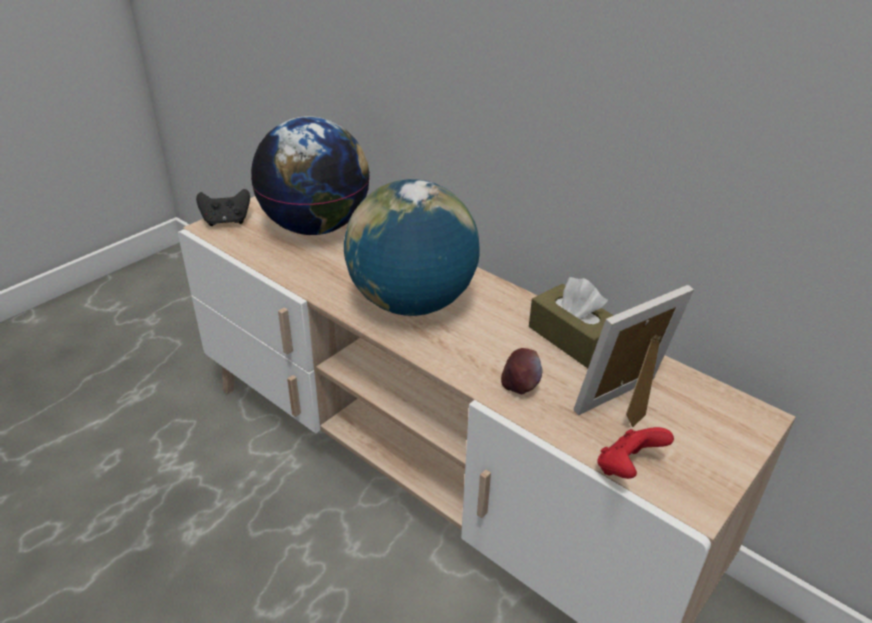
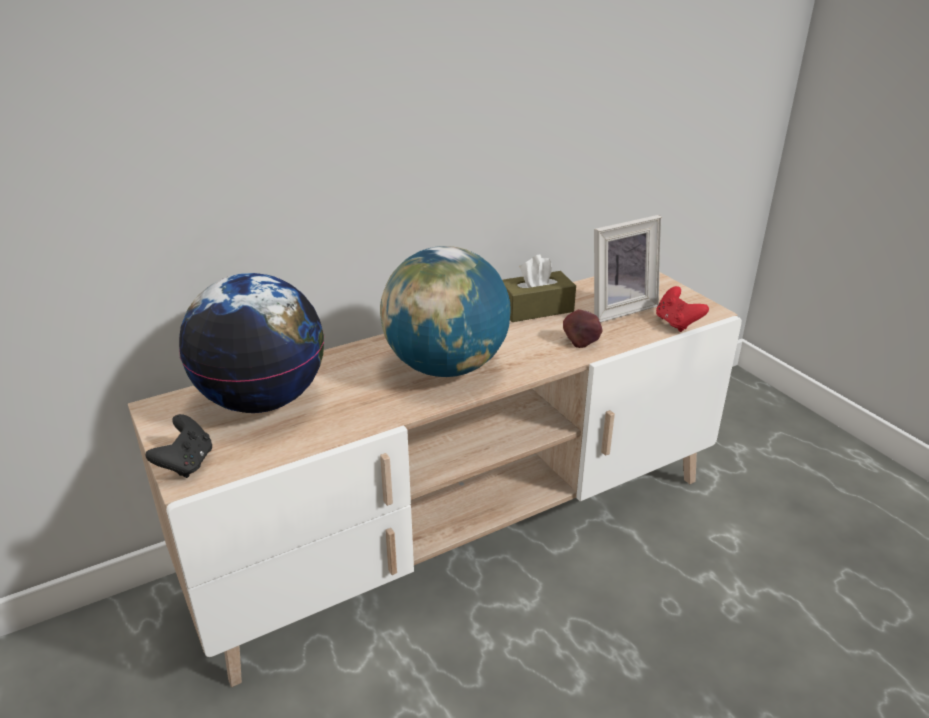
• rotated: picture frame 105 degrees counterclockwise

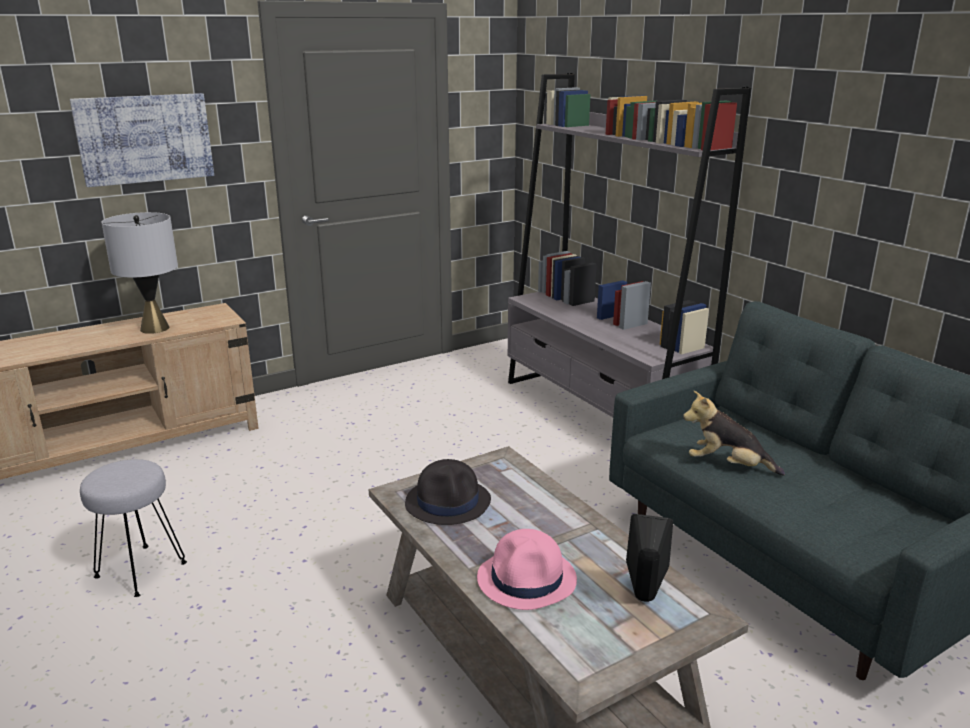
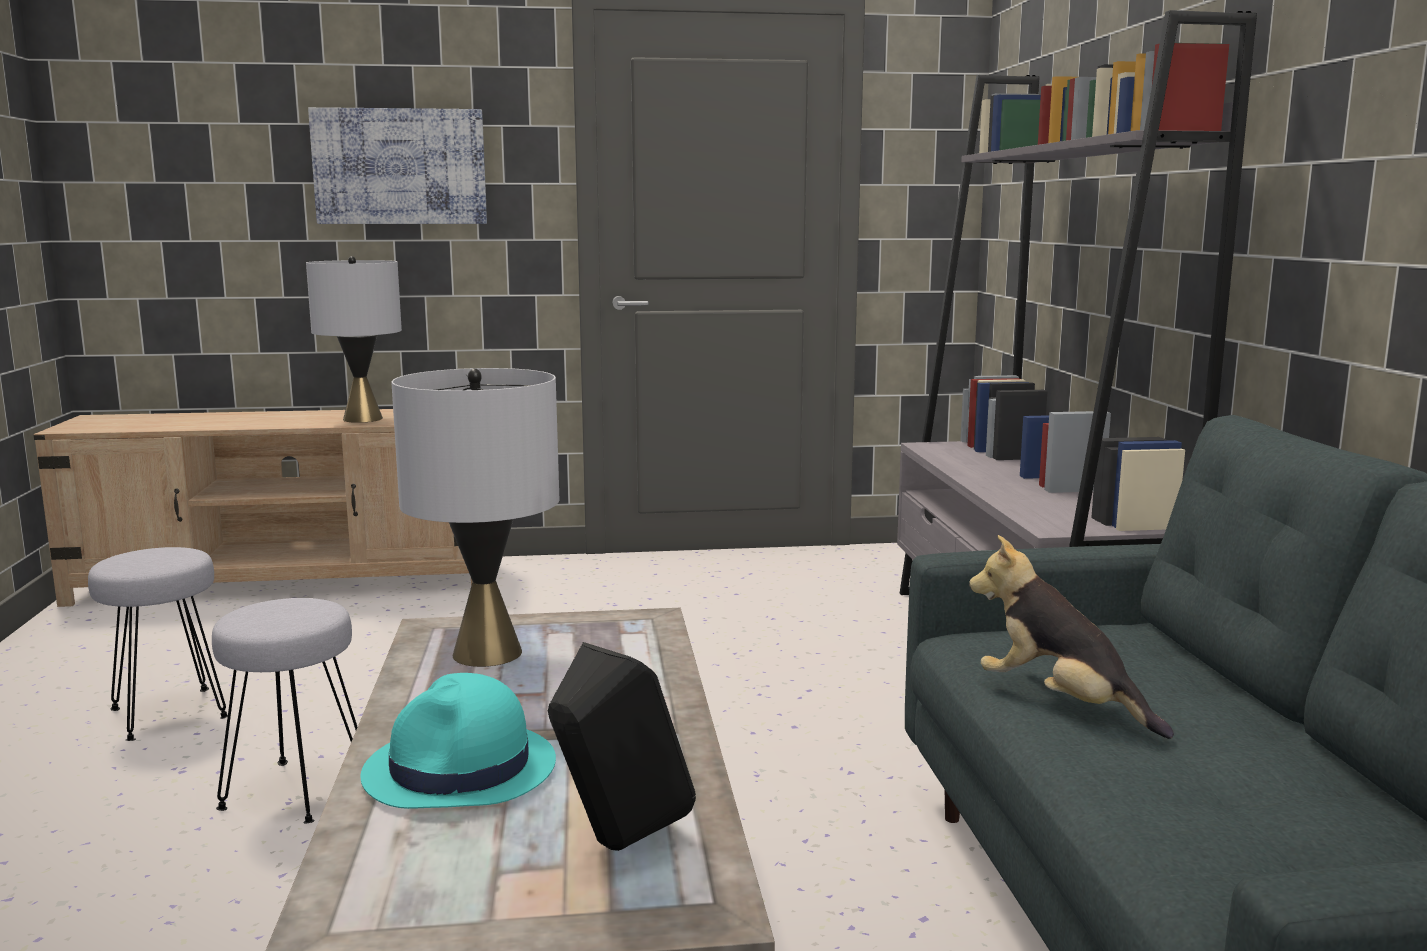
• swapped: black hat to grey table lamp (no. 2 from left)
• repainted: pink hat to turquoise hat
• new: grey stool (no. 2 from left)

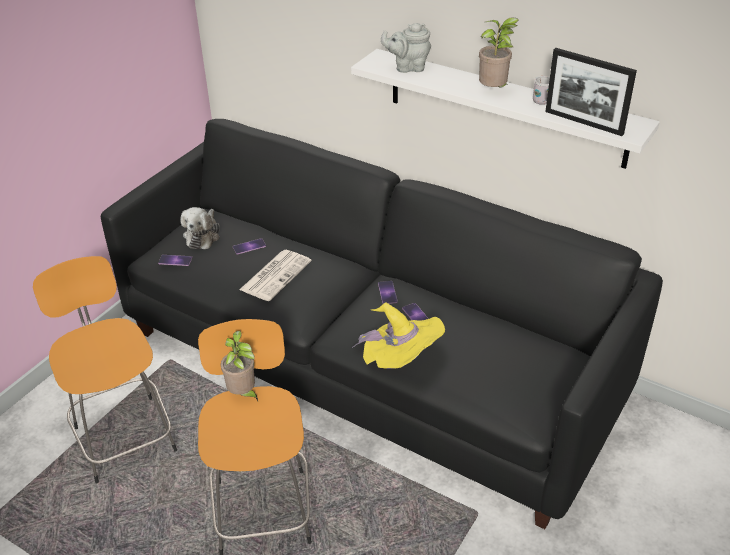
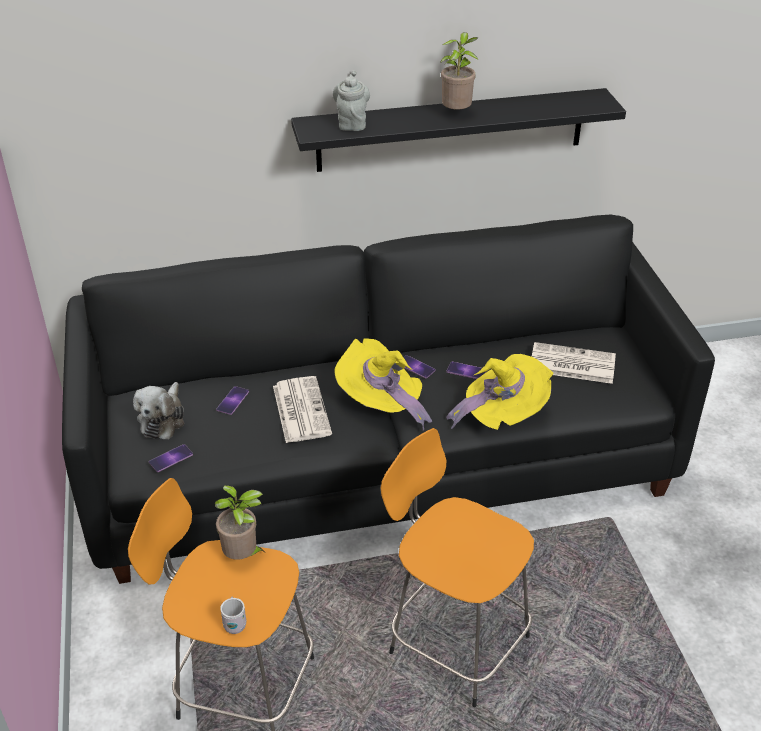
• rotated: plush toy 45 degrees clockwise
• shifted: potted plant (no. 1 from left)
• repainted: white shelf to black shelf
• rotated: grey teapot 135 degrees clockwise
• shifted: white mug
• gone: picture frame
• new: yellow hat (no. 1 from left)
• new: newspaper (no. 2 from left)

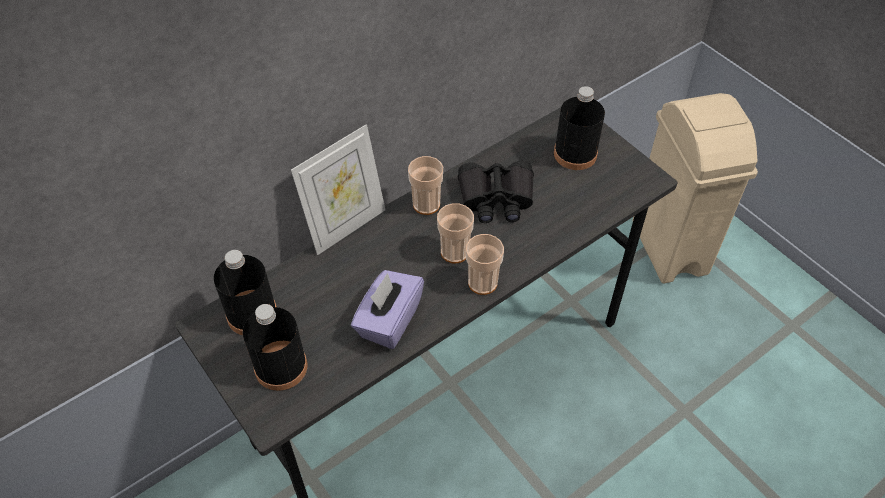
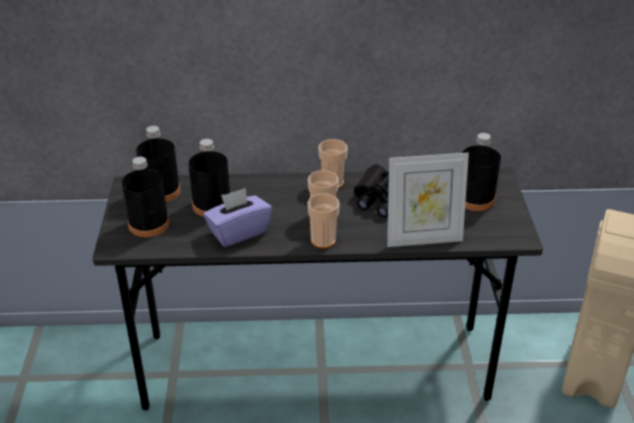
• shifted: picture frame
• new: black bottle (no. 3 from left)

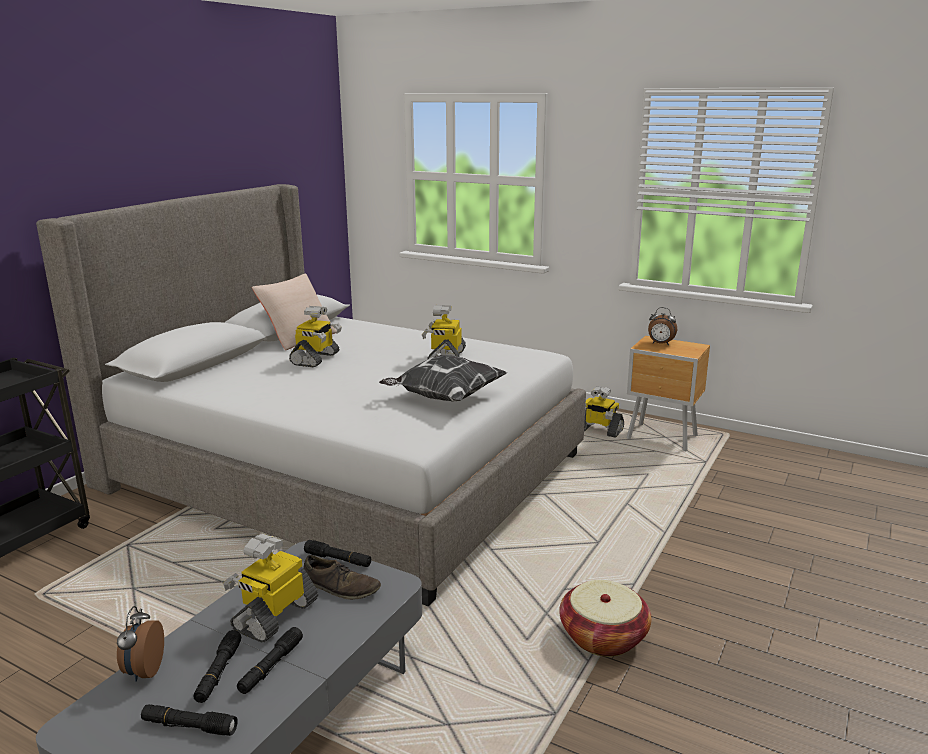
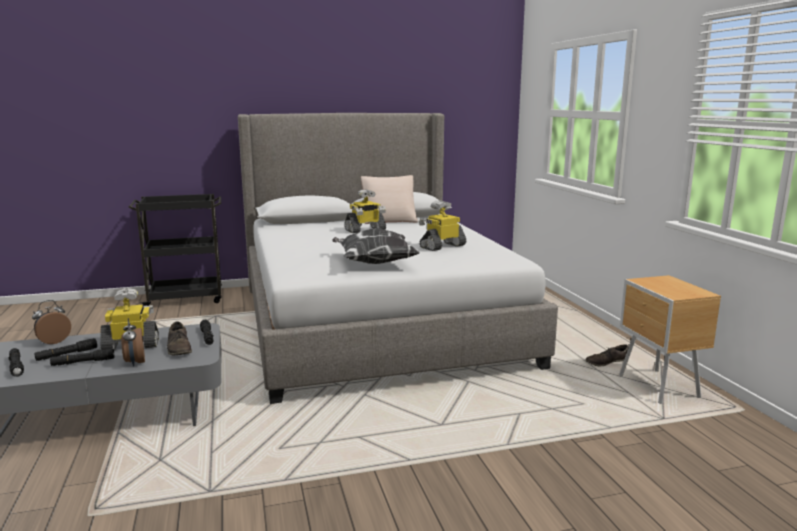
• gone: basket
• swapped: toy robot (no. 4 from left) to brown shoe (no. 2 from left)
• shifted: alarm clock (no. 2 from left)

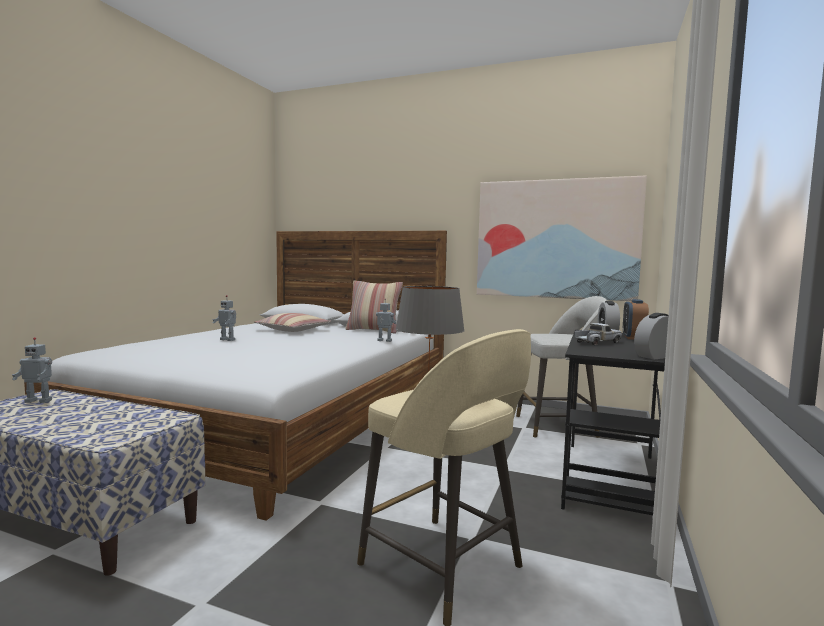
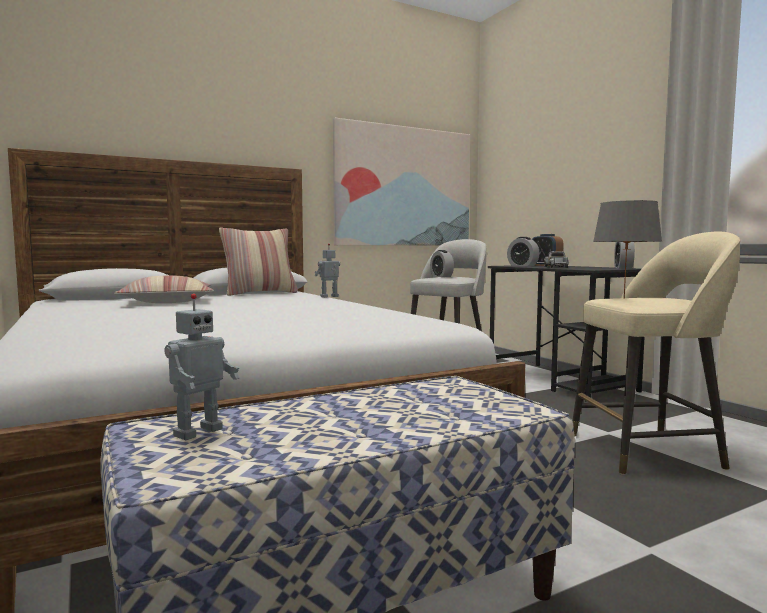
• gone: toy robot (no. 2 from left)
• new: alarm clock (no. 1 from left)

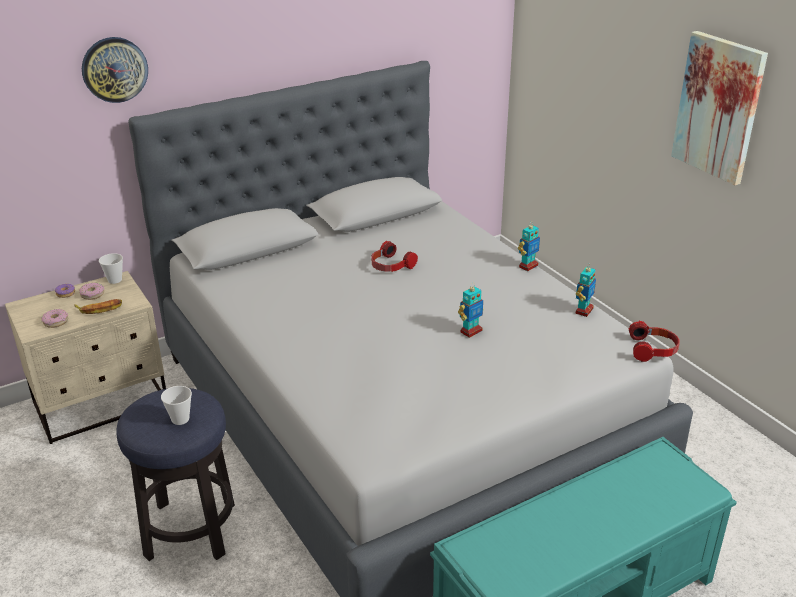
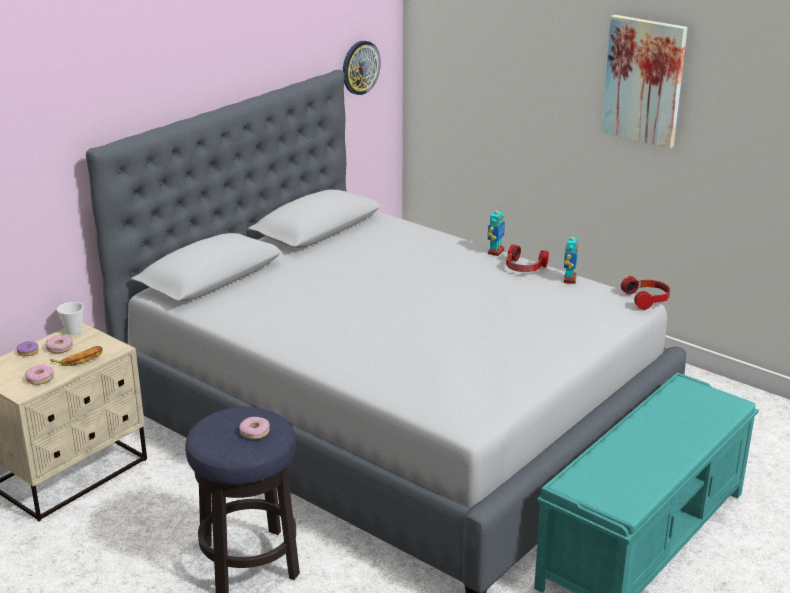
• shifted: wall clock
• swapped: cup (no. 2 from left) to donut (no. 4 from left)
• shifted: headphones (no. 1 from left)
• gone: toy robot (no. 1 from left)

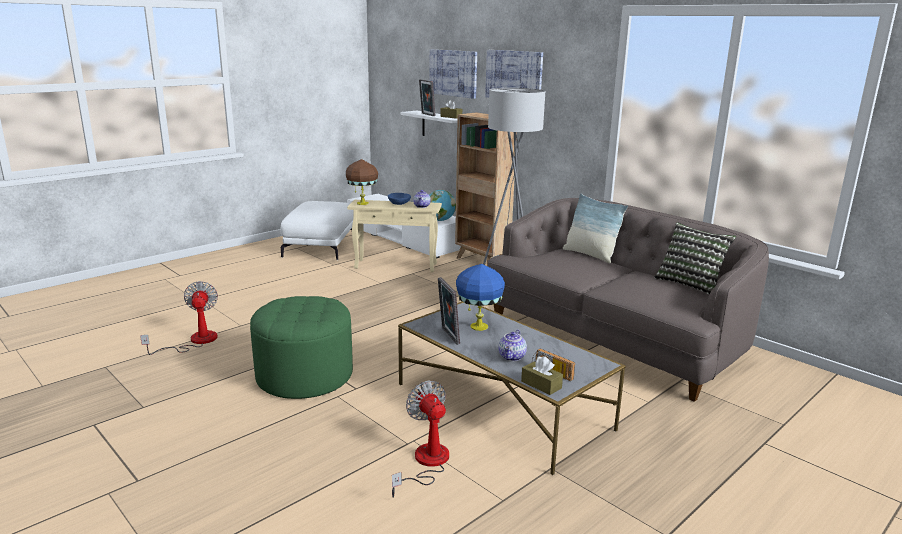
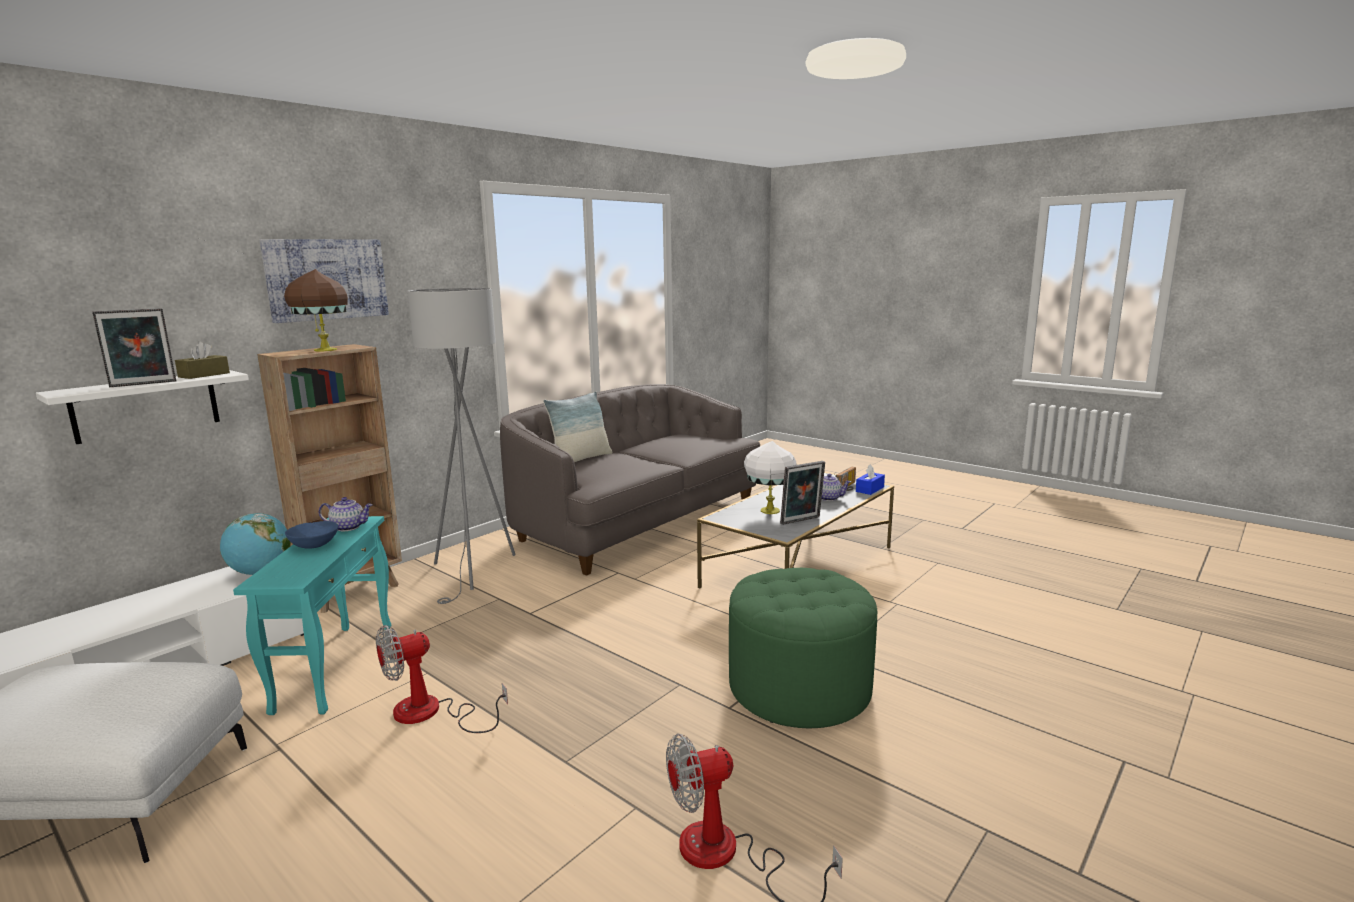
• shifted: brown table lamp
• repainted: beige side table to turquoise side table
• shifted: fan (no. 2 from left in the first image) to fan (no. 1 from left)
• gone: picture (no. 1 from left)
• repainted: blue table lamp to white table lamp
• repainted: brown tissue box (no. 2 from left) to blue tissue box
• gone: pillow (no. 2 from left)

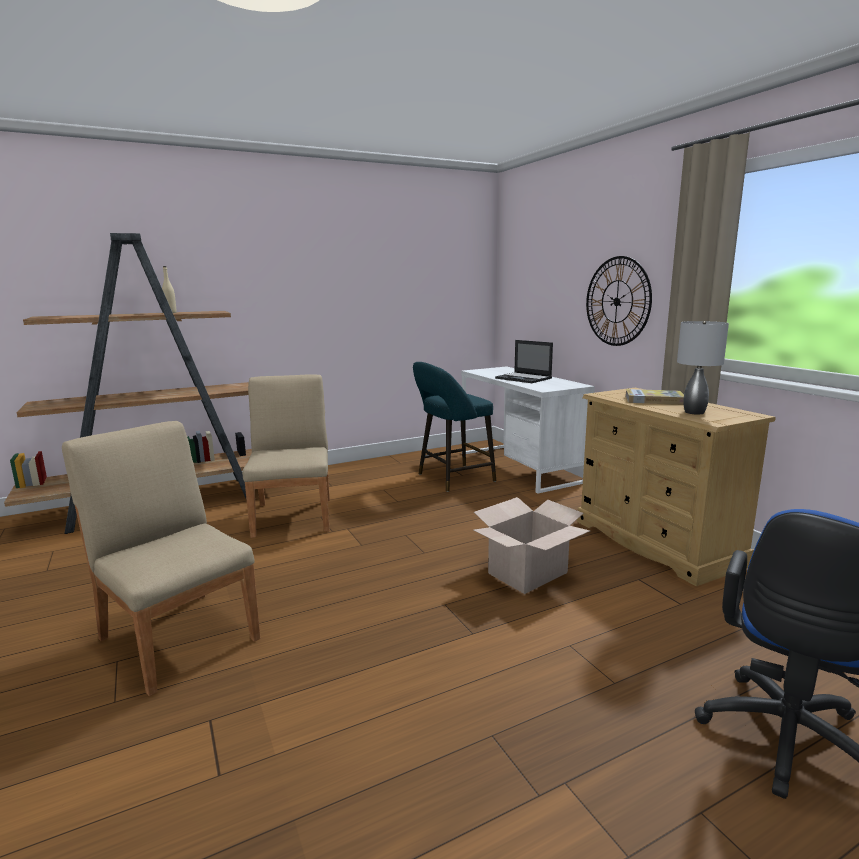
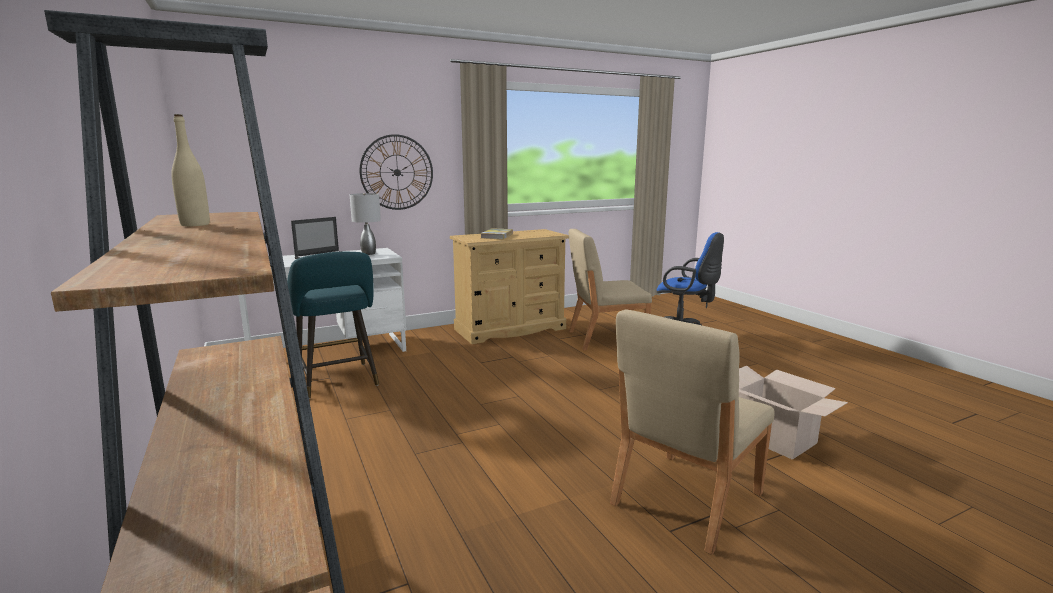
• shifted: beige chair (no. 2 from left in the first image) to beige chair (no. 1 from left)
• shifted: cardboard box
• shifted: grey table lamp

